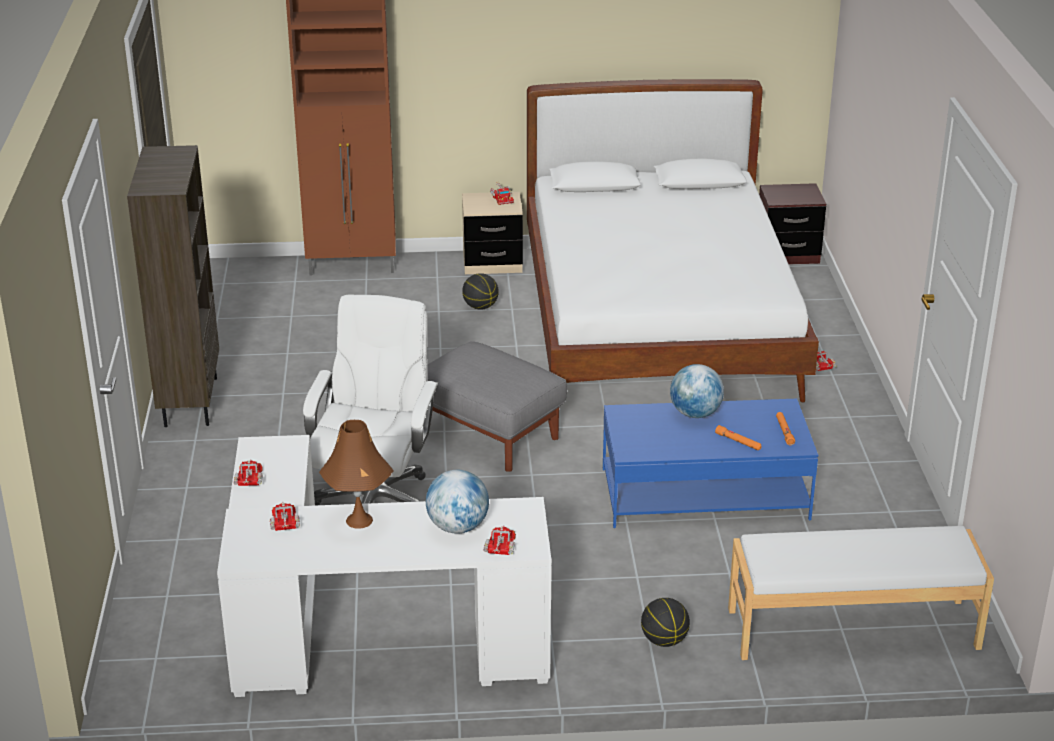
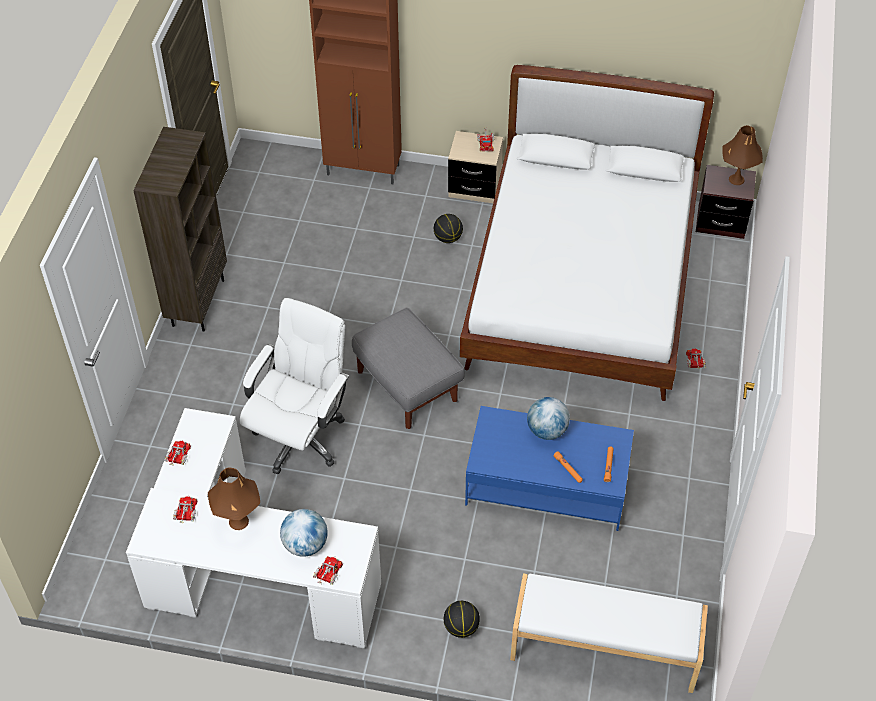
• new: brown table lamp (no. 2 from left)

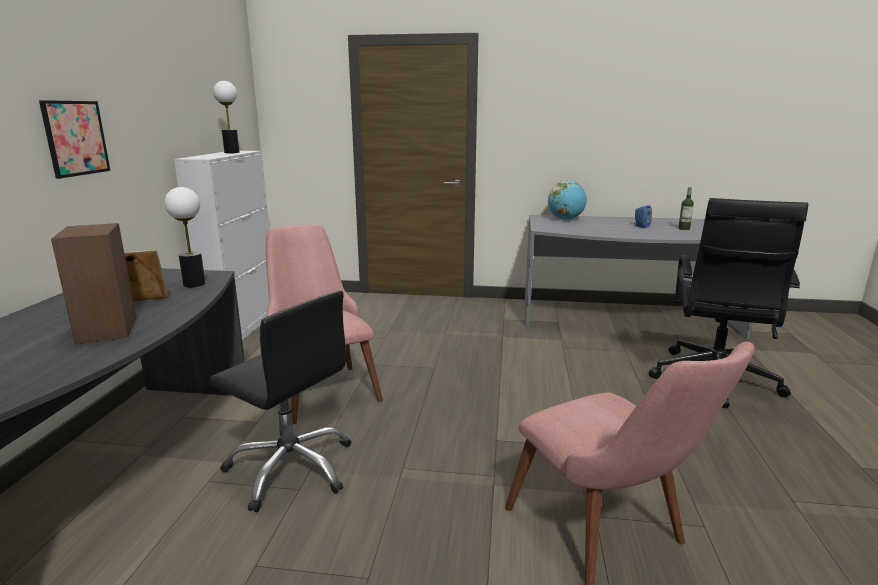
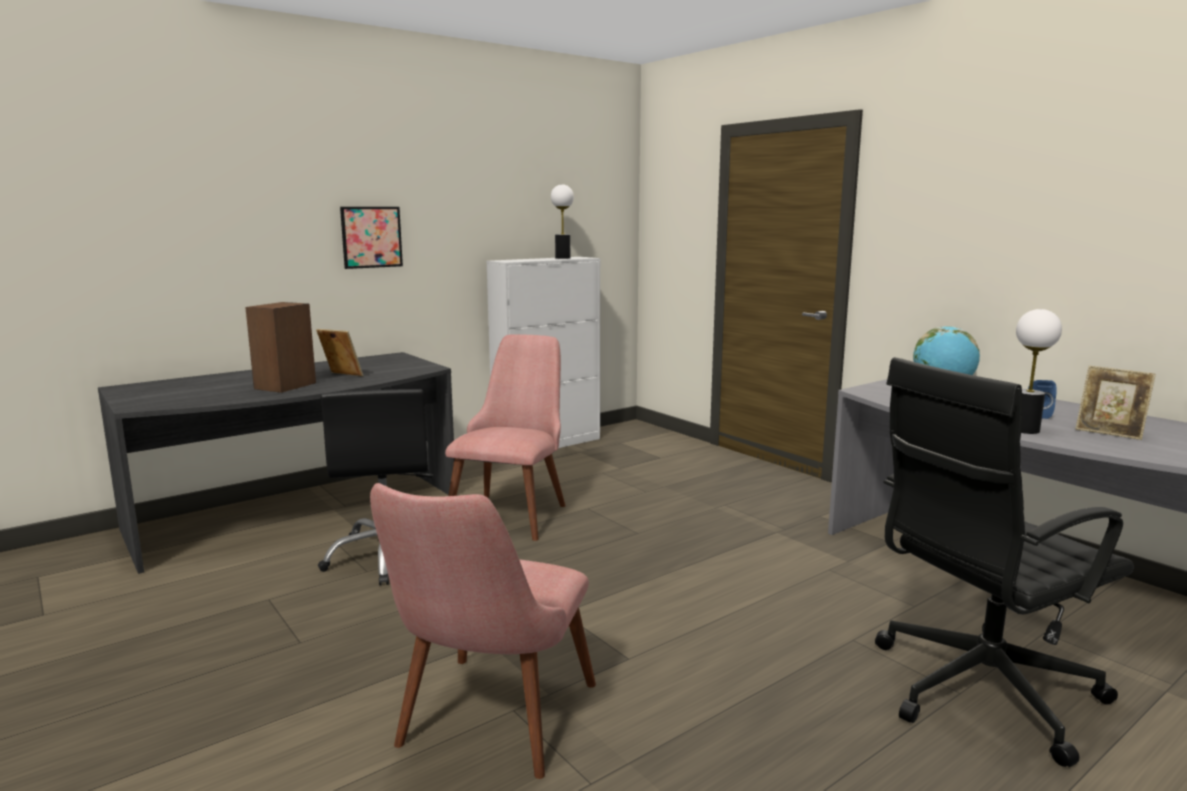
• shifted: table lamp (no. 1 from left in the first image) to table lamp (no. 2 from left)
• swapped: bottle to picture frame (no. 2 from left)

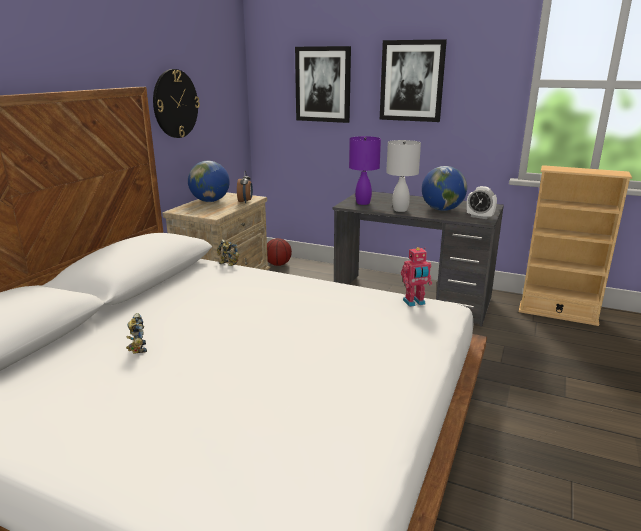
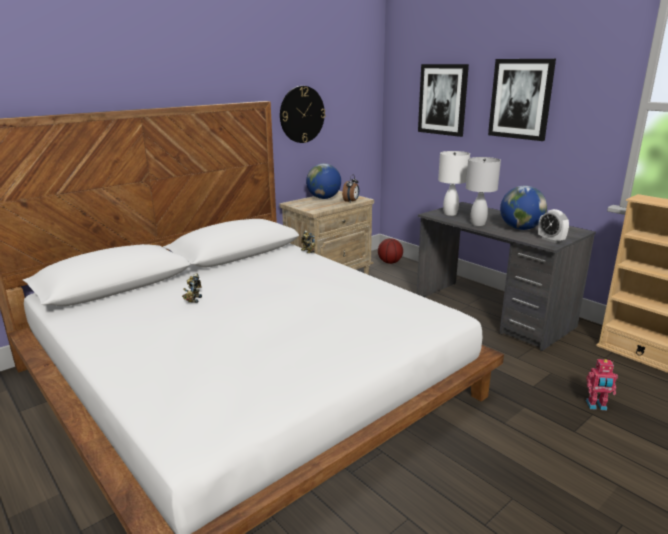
• repainted: purple table lamp to white table lamp (no. 1 from left)
• shifted: toy robot (no. 3 from left)

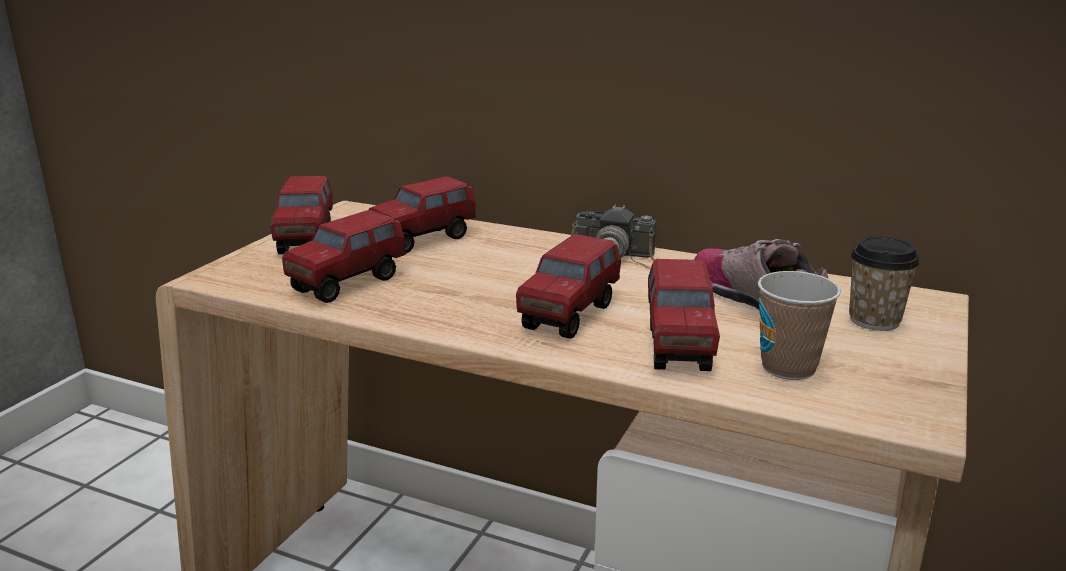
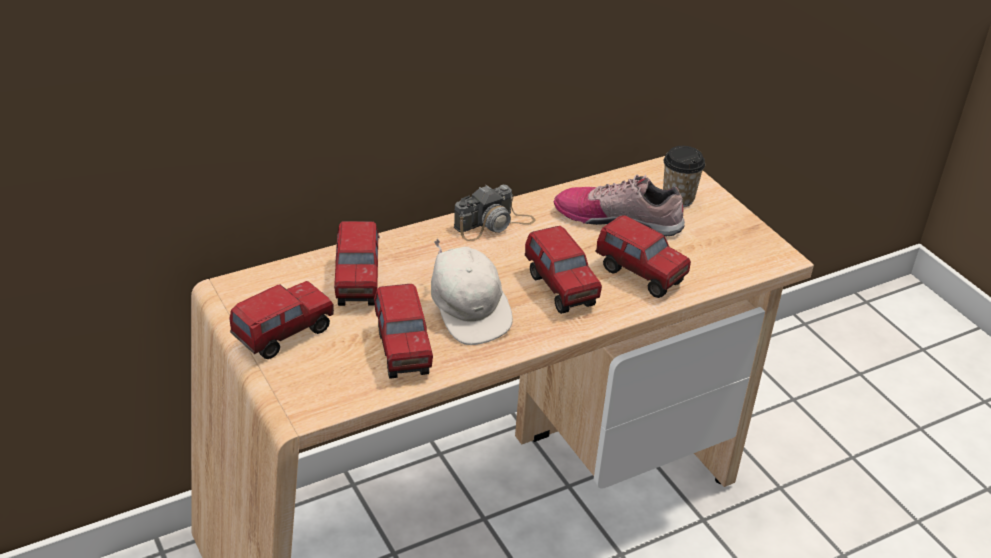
• rotated: toy truck (no. 1 from left) 75 degrees counterclockwise
• gone: cup (no. 1 from left)
• new: white cap

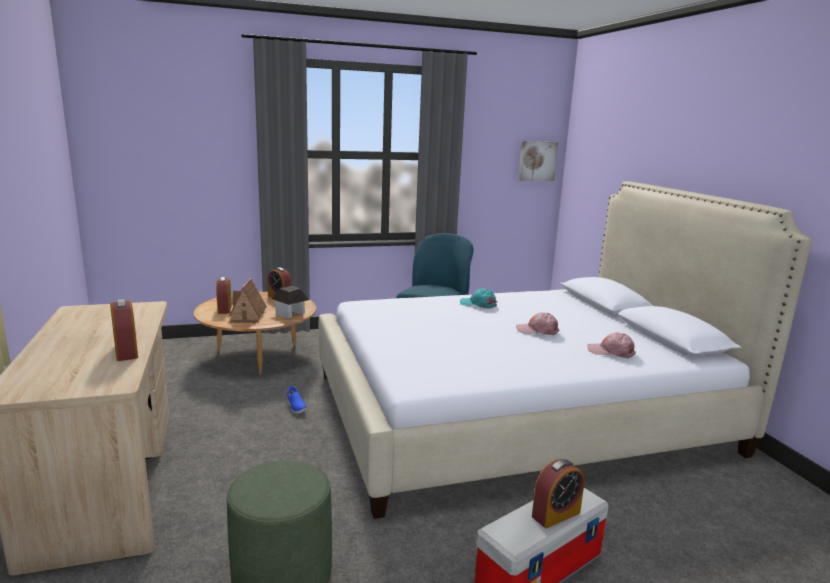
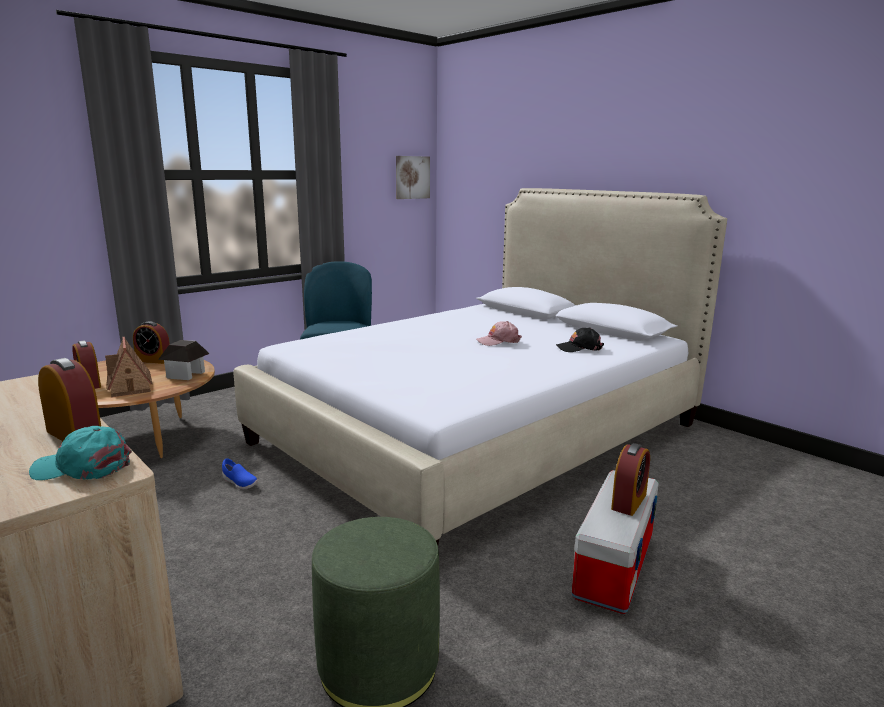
• shifted: turquoise cap
• repainted: pink cap (no. 2 from left) to black cap

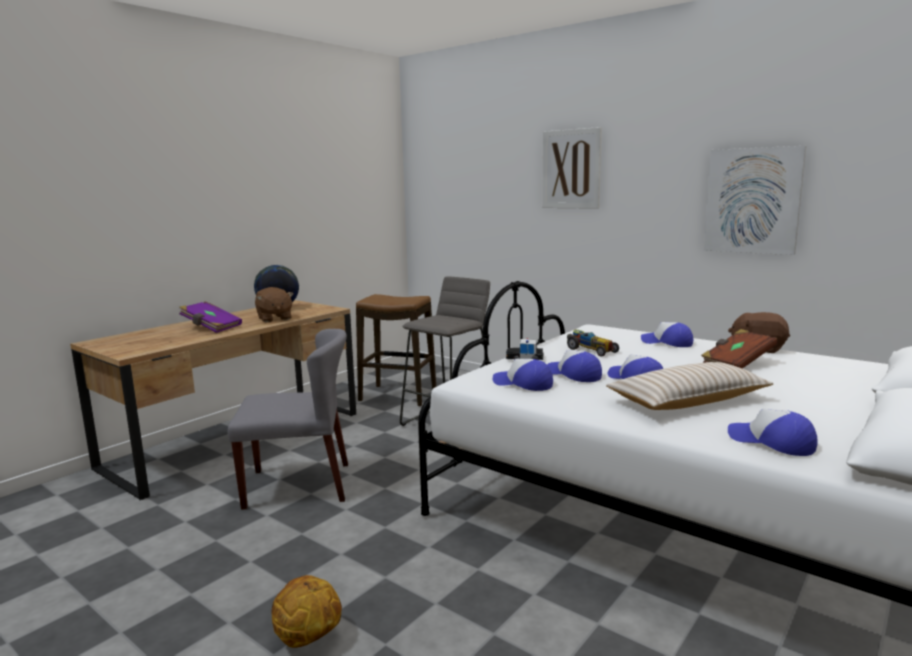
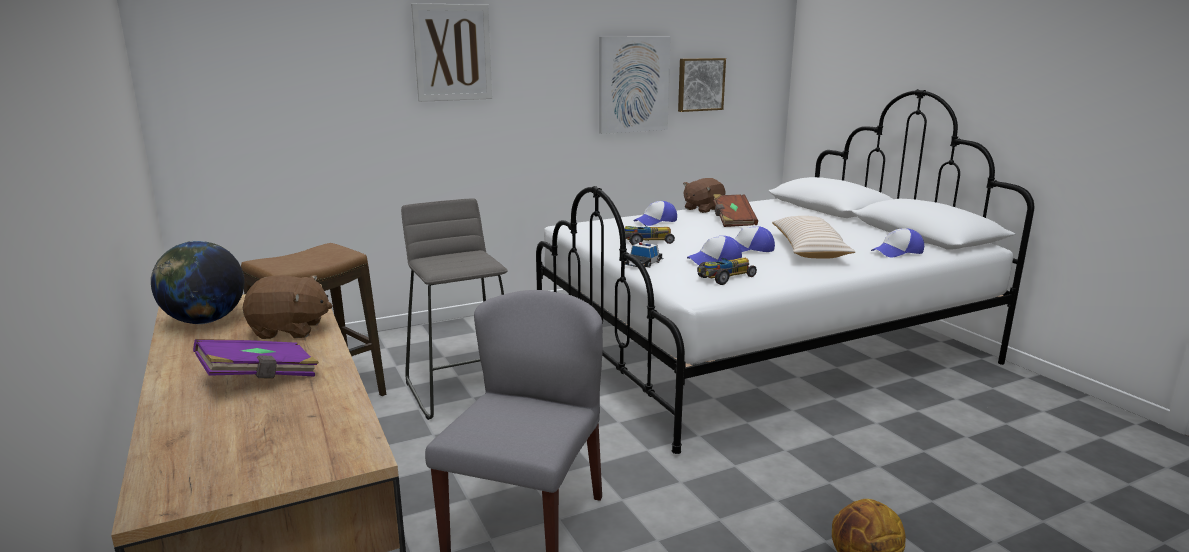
• swapped: cap (no. 1 from left) to toy car (no. 3 from left)
• new: picture (no. 3 from left)

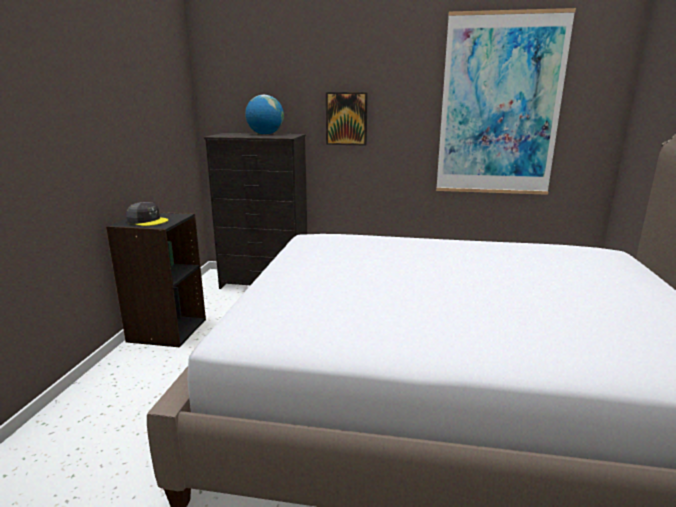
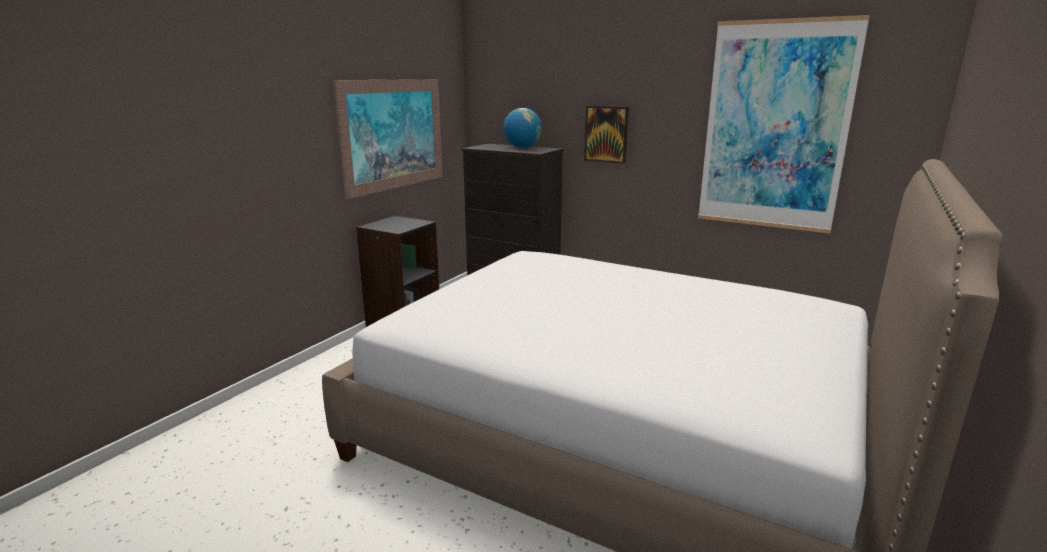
• gone: grey cap
• new: picture (no. 1 from left)

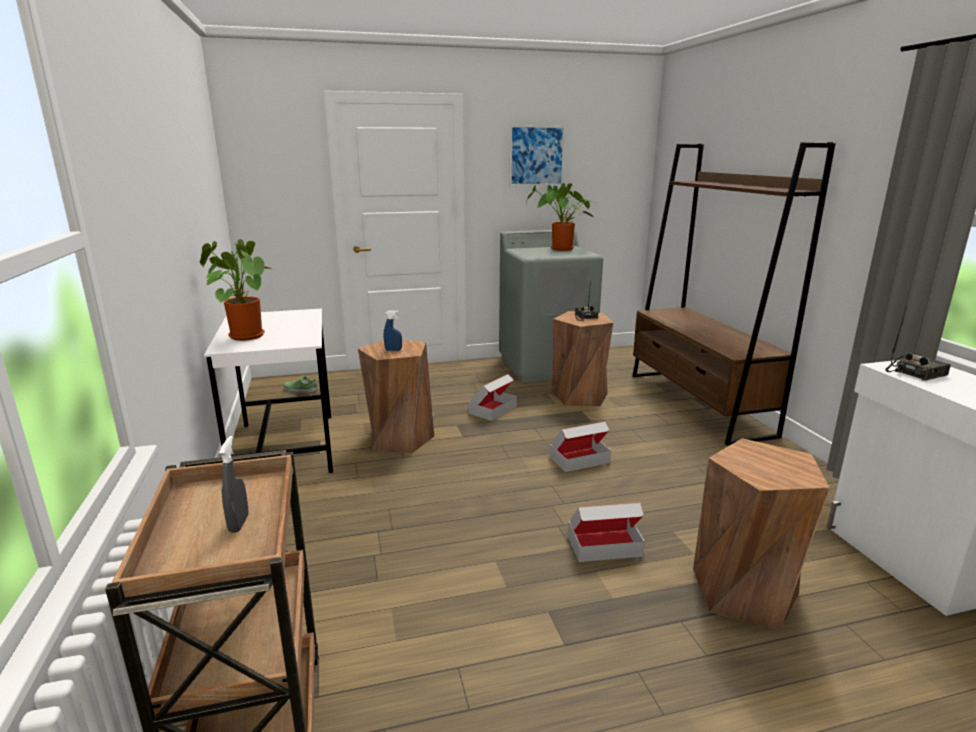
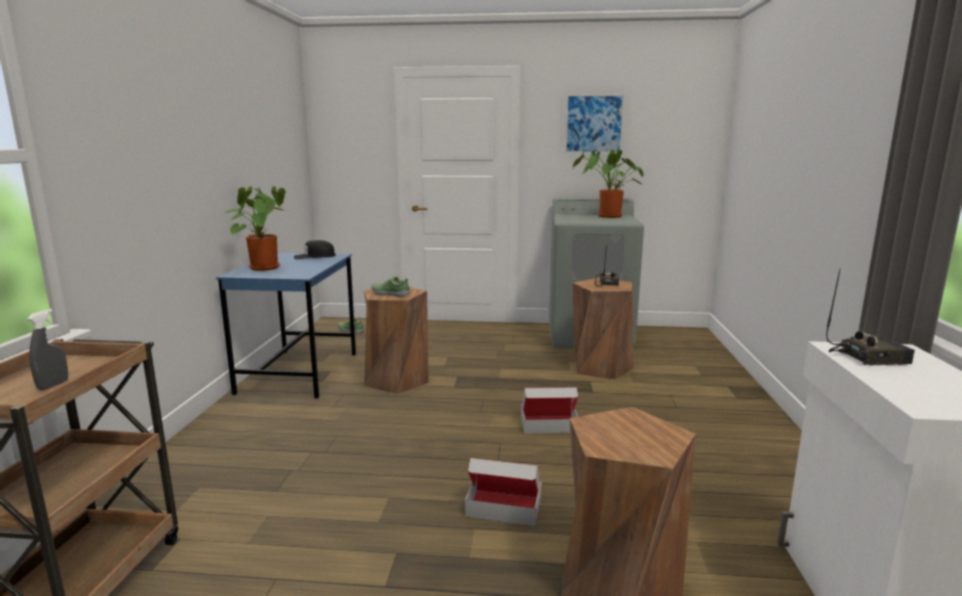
• repainted: white desk to blue desk
• swapped: blue spray bottle to shoe (no. 2 from left)
• gone: cardboard box (no. 1 from left)
• gone: brown bookcase
• new: black cap

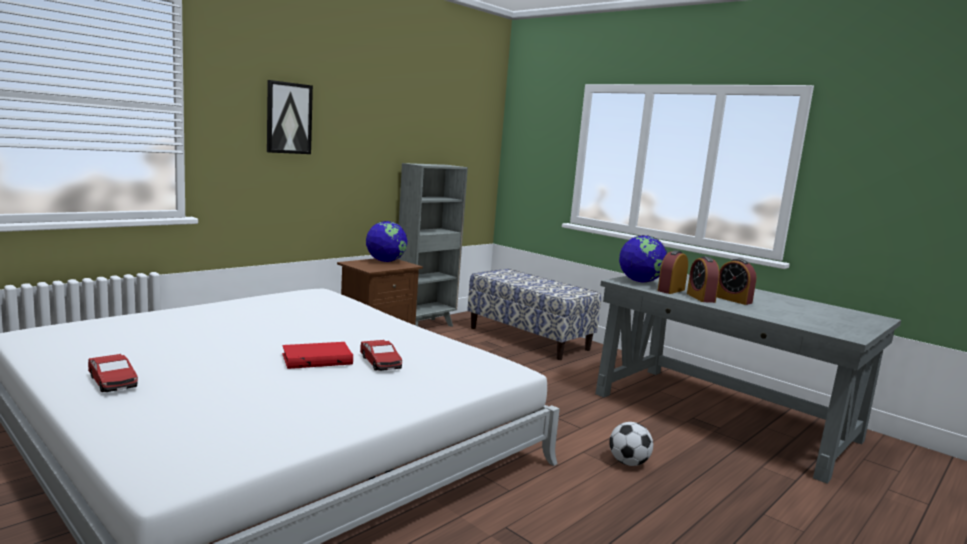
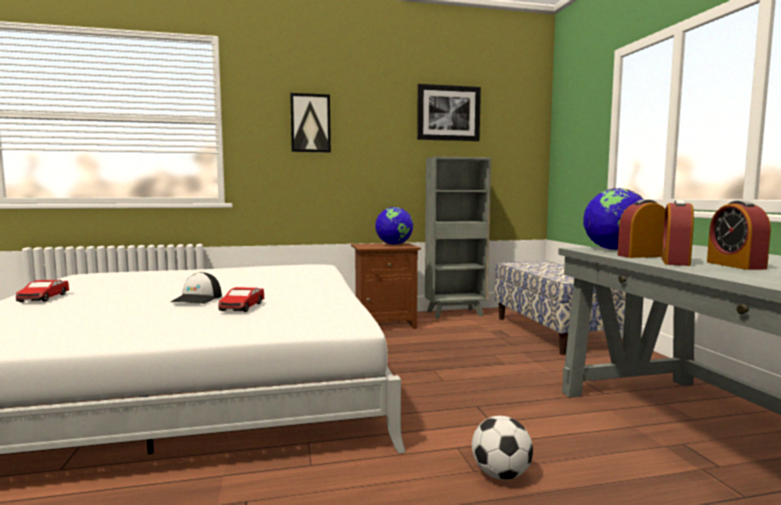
• swapped: red book to cap
• new: picture (no. 2 from left)

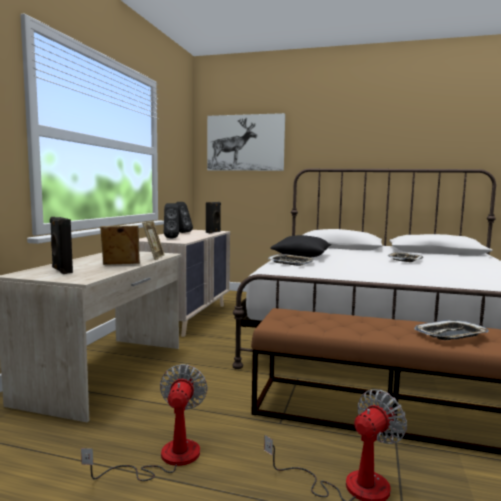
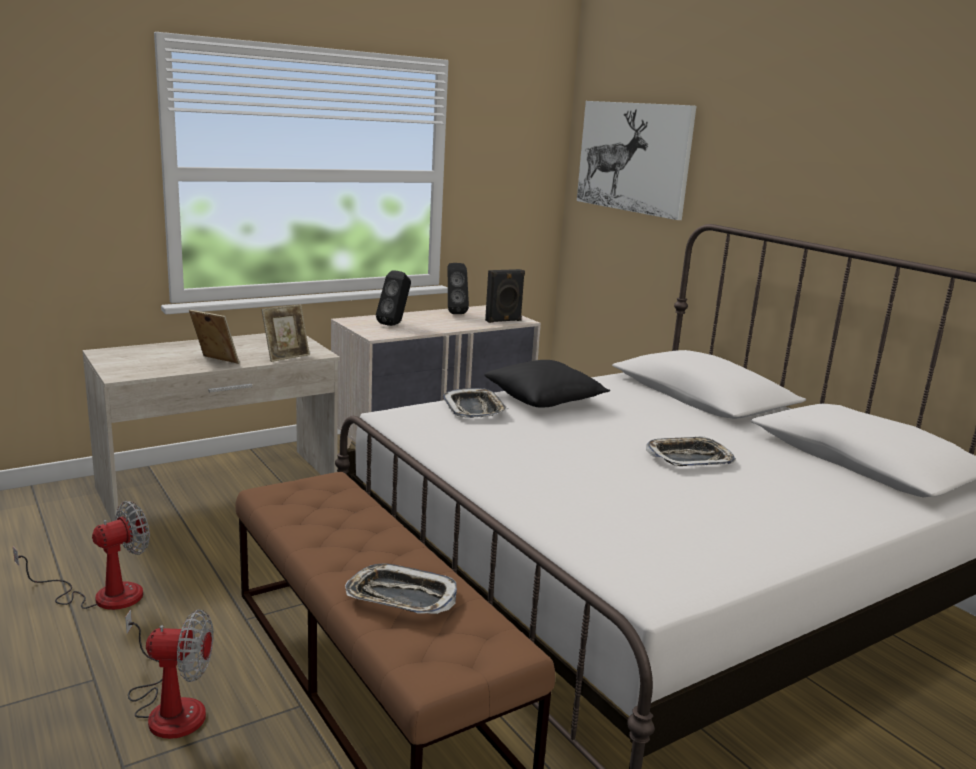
• gone: black speaker (no. 1 from left)

